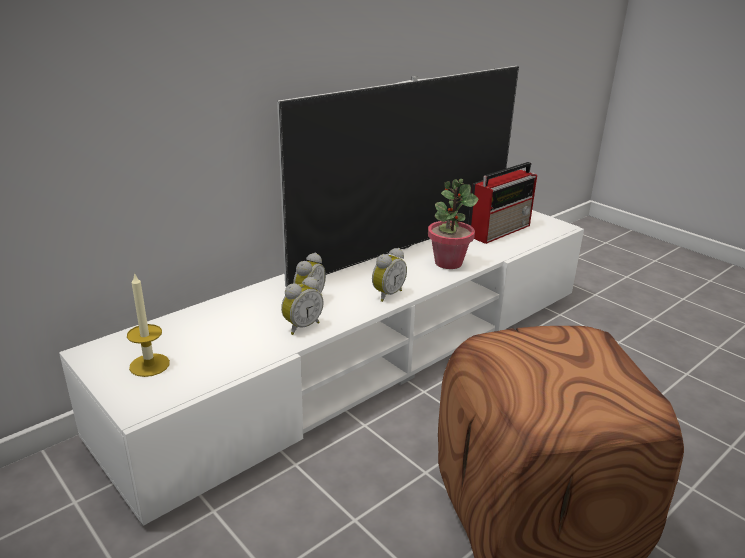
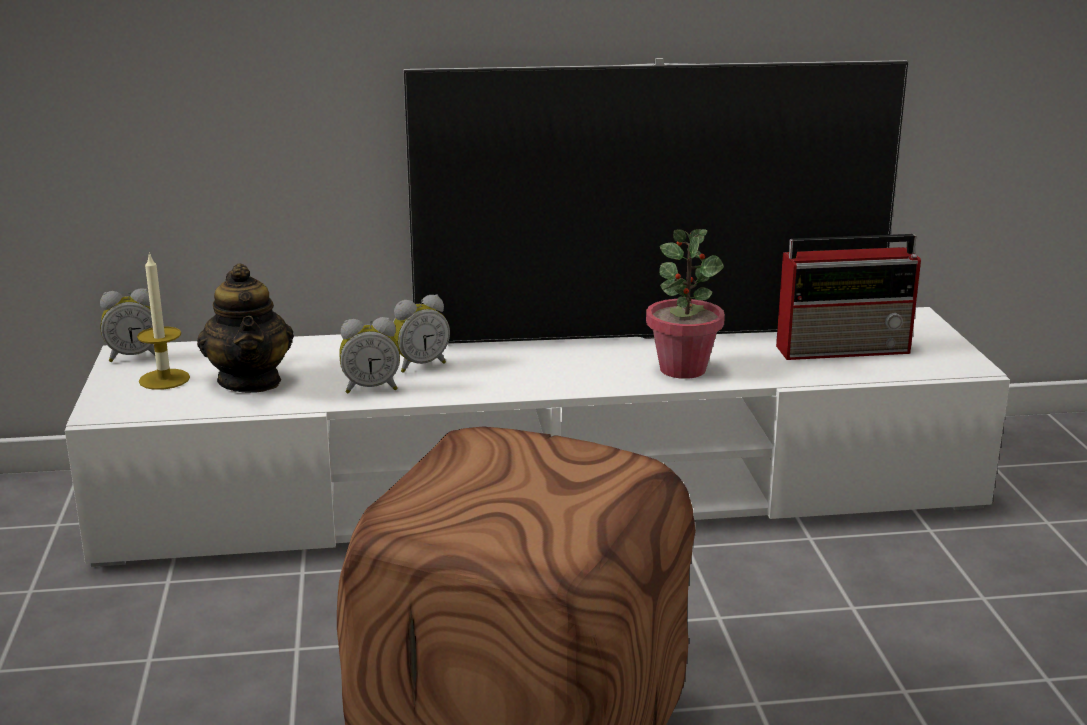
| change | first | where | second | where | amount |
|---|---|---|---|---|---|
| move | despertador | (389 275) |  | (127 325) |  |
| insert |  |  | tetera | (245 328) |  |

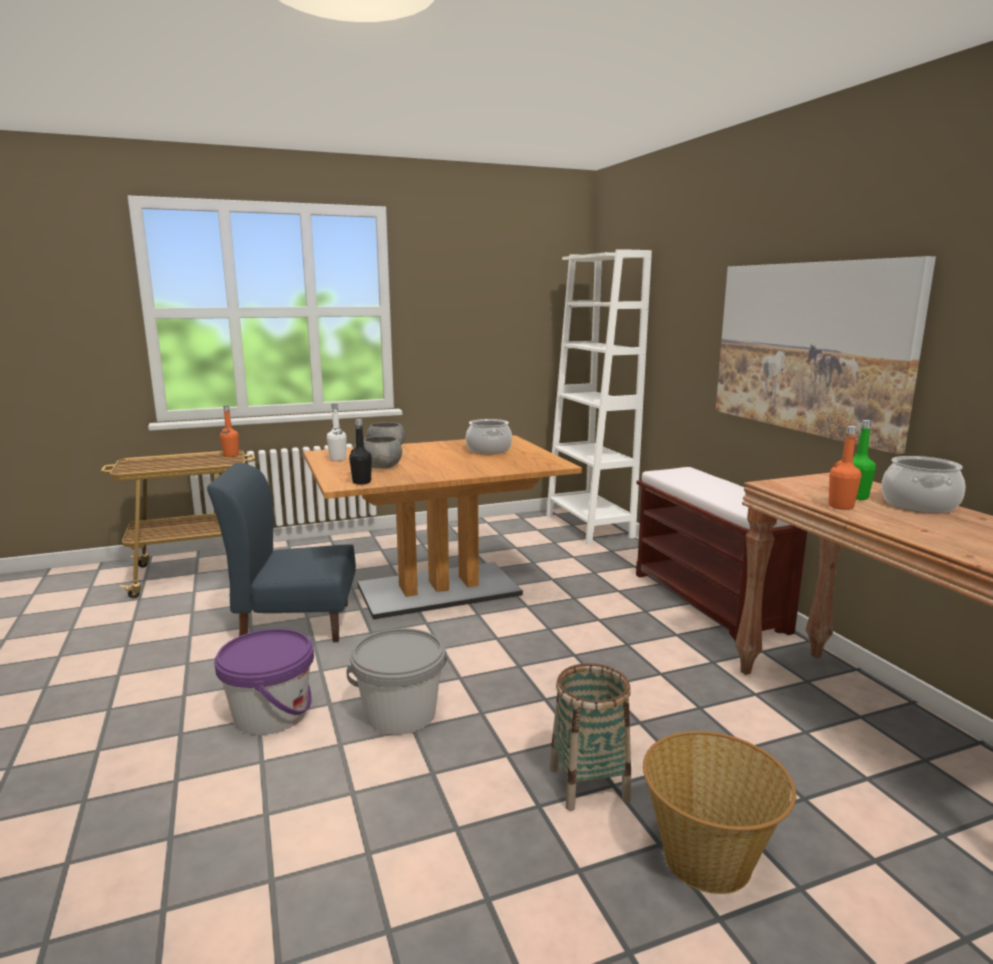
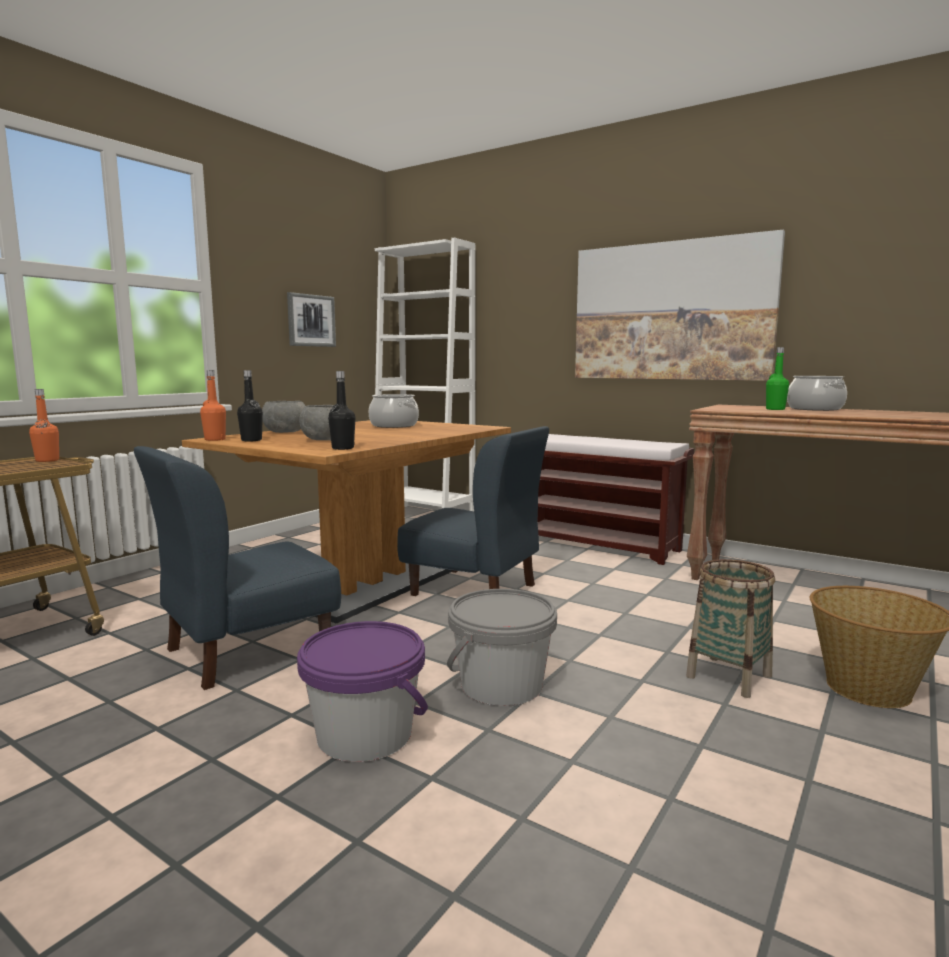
| change | first | where | second | where | amount |
|---|---|---|---|---|---|
| recolor | botella (blanco) | (337 432) | botella (negro) | (250 405) |  |
| move | botella (naranja) | (845 468) |  | (213 405) |  |
| insert |  |  | cuadro | (311 319) |  |
| insert |  |  | silla (azul) | (473 511) |  |

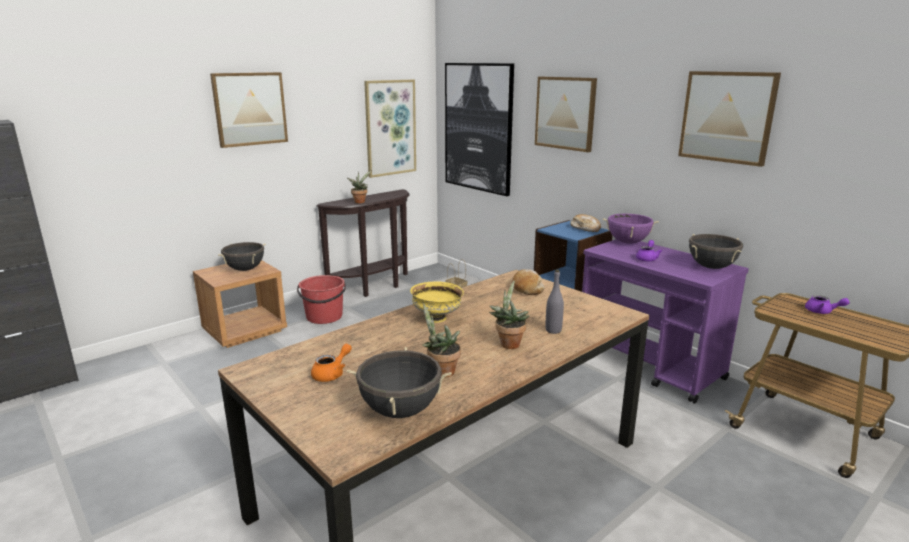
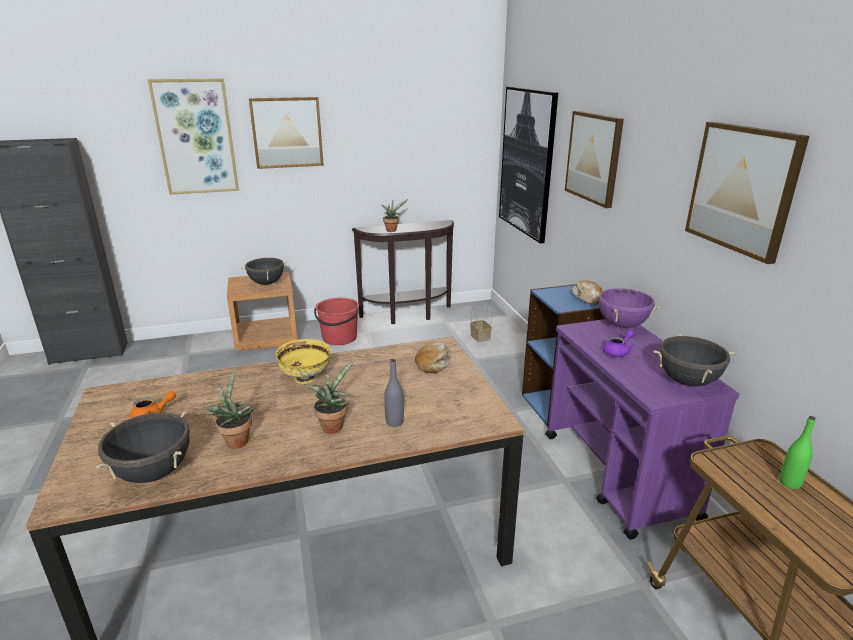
| change | first | where | second | where | amount |
|---|---|---|---|---|---|
| move | cuadro | (390 129) |  | (193 136) |  |
| replace | tetera (morado) | (827 304) | botella (verde) | (797 452) |  |

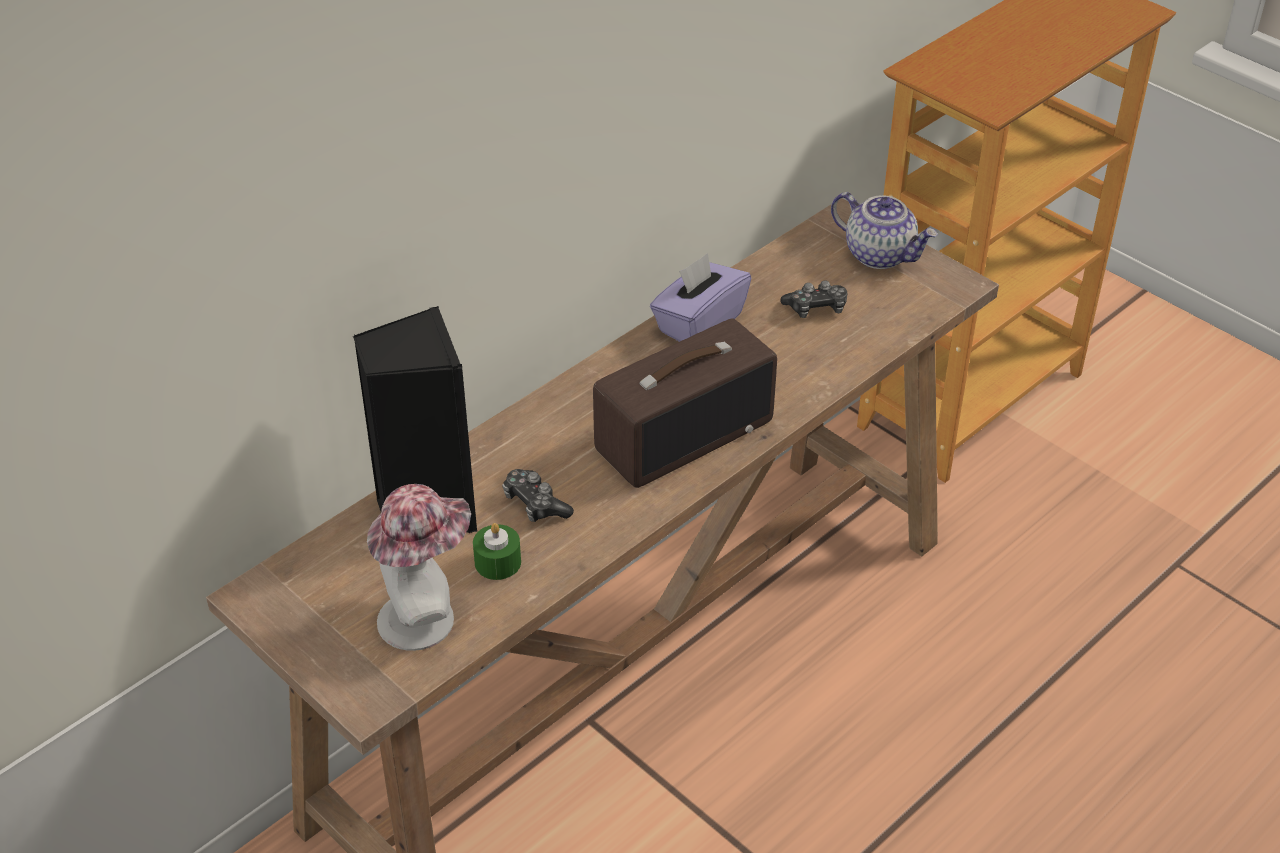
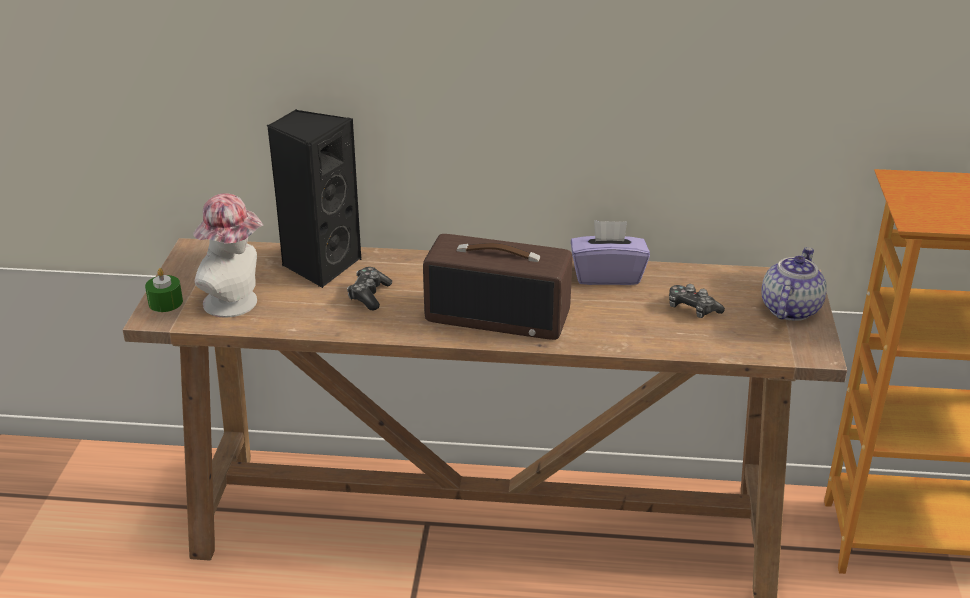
| change | first | where | second | where | amount |
|---|---|---|---|---|---|
| move | vela (verde) | (497 551) |  | (164 290) |  |
| rotate | tetera | (884 230) |  | (794 284) | 150 degrees counterclockwise |

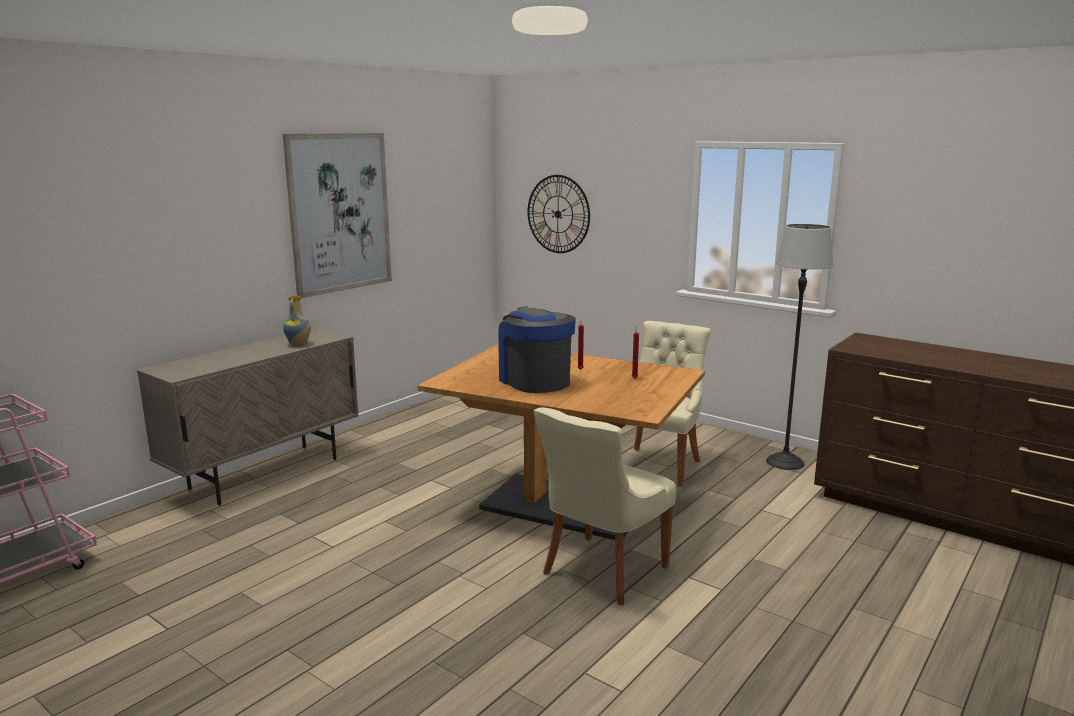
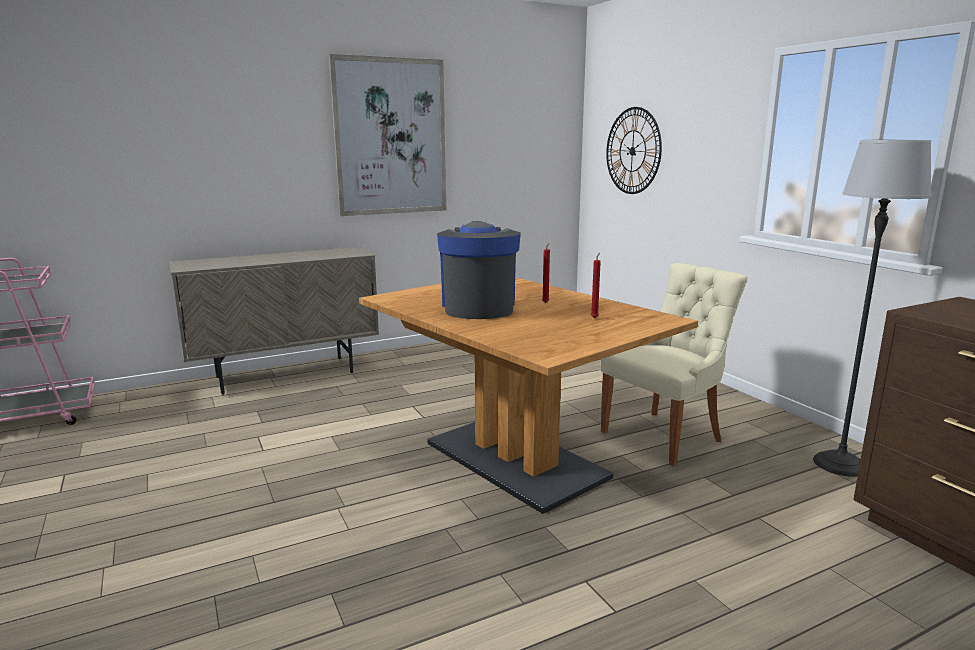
| change | first | where | second | where | amount |
|---|---|---|---|---|---|
| delete | florero | (297 320) |  |  |  |
| delete | silla (beis) | (604 506) |  |  |  |

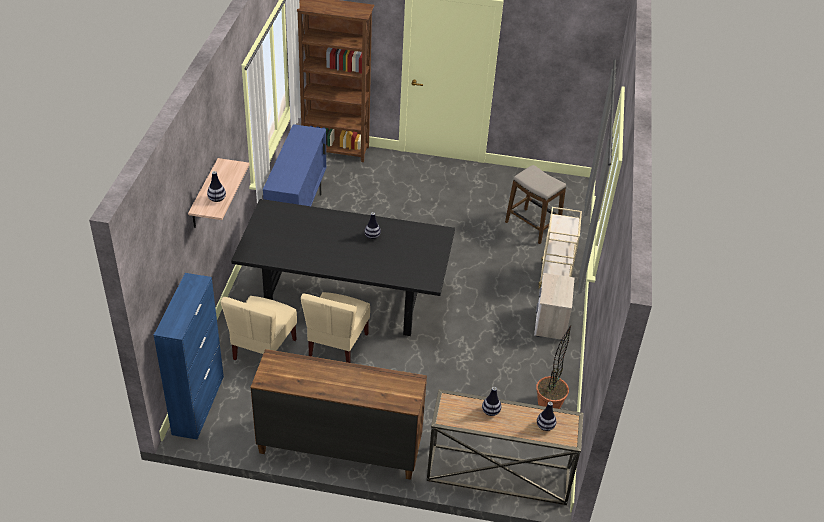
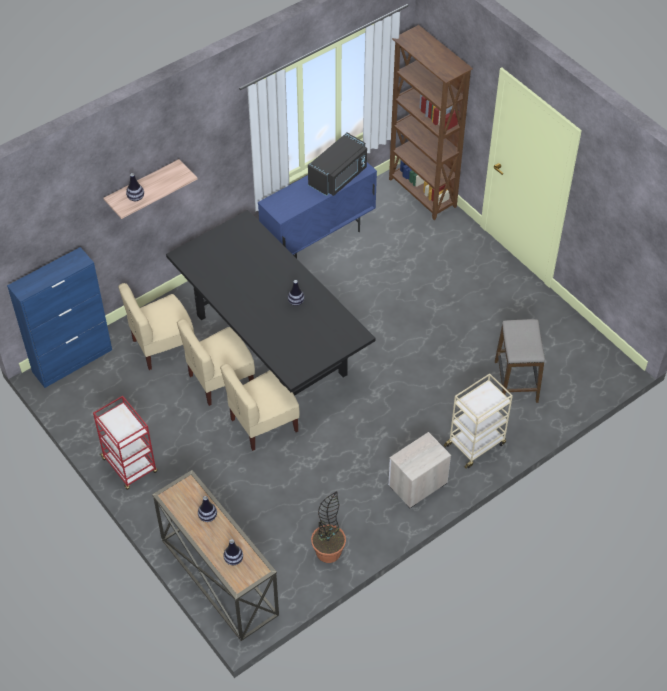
| change | first | where | second | where | amount |
|---|---|---|---|---|---|
| replace | cómoda (marrón) | (339 414) | carrito (rojo) | (125 443) |  |
| insert |  |  | silla (beis) | (260 407) |  |
| insert |  |  | microondas (negro) | (337 164) |  |

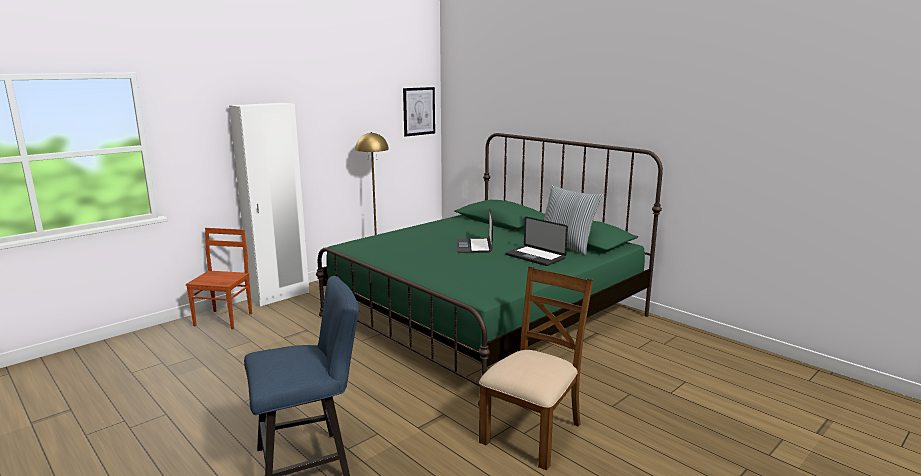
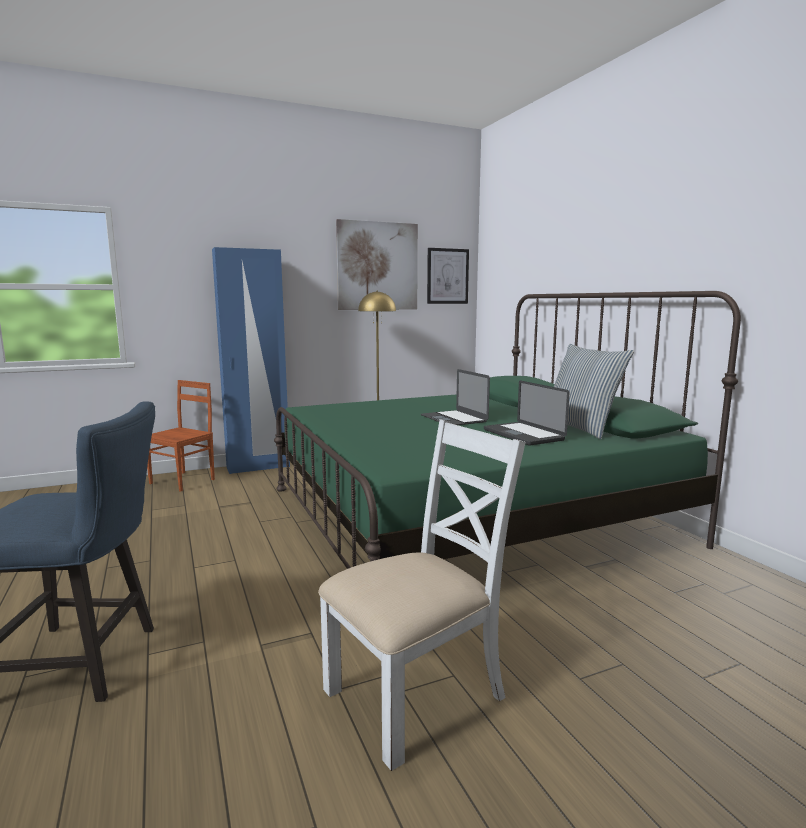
| change | first | where | second | where | amount |
|---|---|---|---|---|---|
| recolor | armario ropero (blanco) | (269 205) | armario ropero (azul) | (251 360) |  |
| rotate | portátil | (475 230) |  | (455 397) | 45 degrees counterclockwise |
| recolor | silla (marrón) | (536 368) | silla (blanco) | (422 595) |  |
| insert |  |  | cuadro | (377 264) |  |

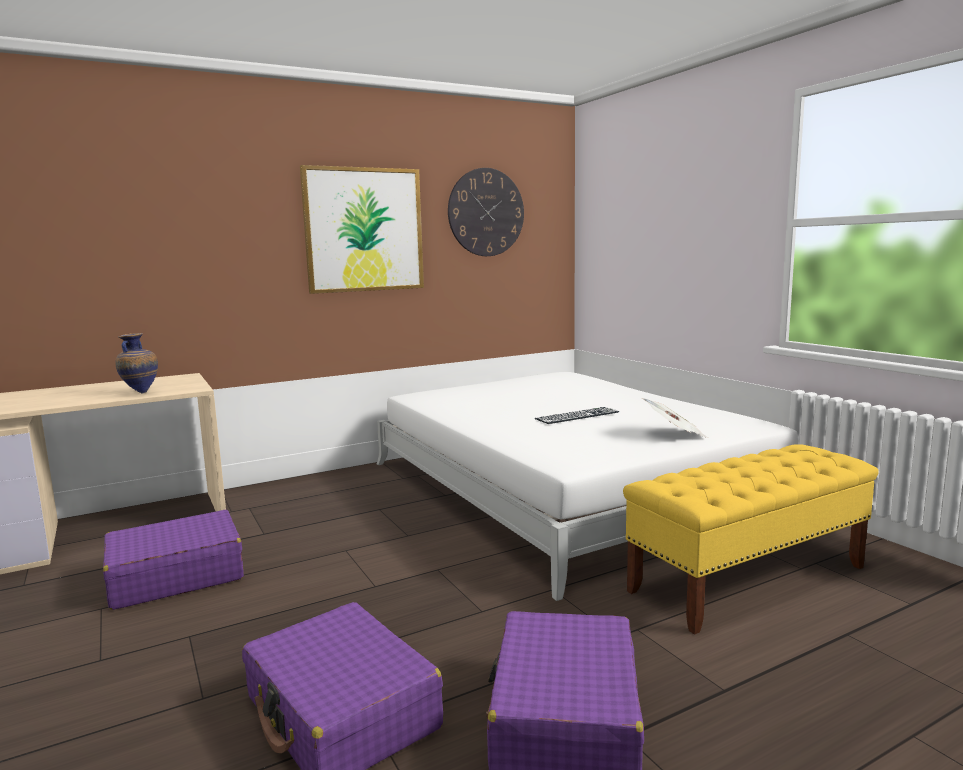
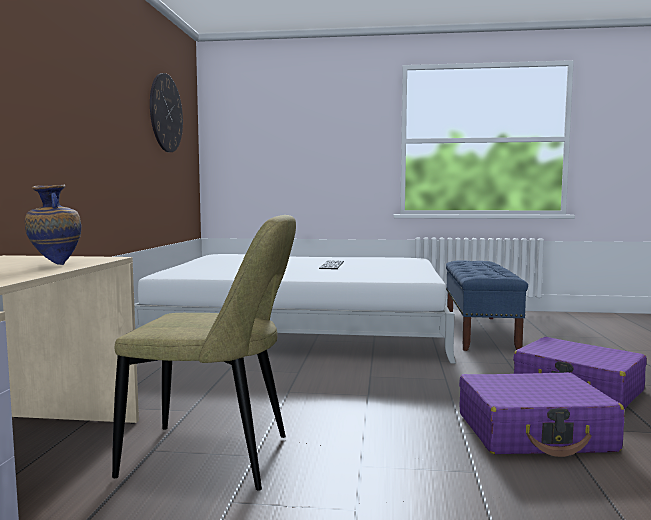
| change | first | where | second | where | amount |
|---|---|---|---|---|---|
| replace | maleta (morado) | (173 560) | silla (beis) | (204 353) |  |
| delete | cuadro | (362 229) |  |  |  |
| recolor | banco (amarillo) | (751 539) | banco (azul) | (487 305) |  |
| delete | periódico | (675 418) |  |  |  |

